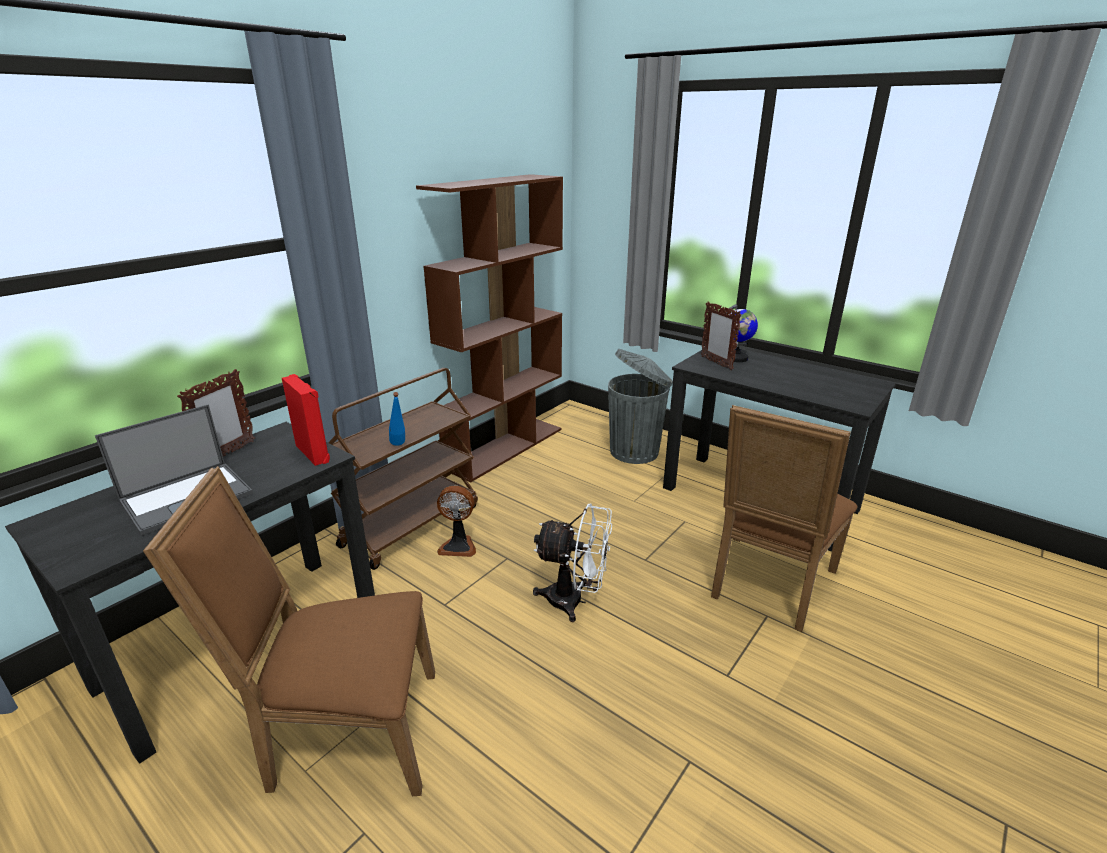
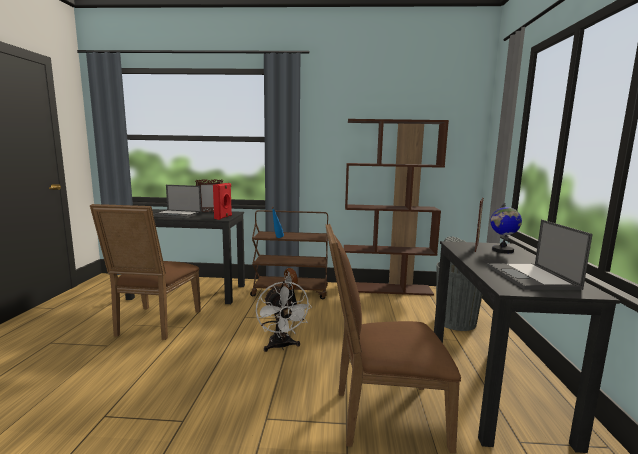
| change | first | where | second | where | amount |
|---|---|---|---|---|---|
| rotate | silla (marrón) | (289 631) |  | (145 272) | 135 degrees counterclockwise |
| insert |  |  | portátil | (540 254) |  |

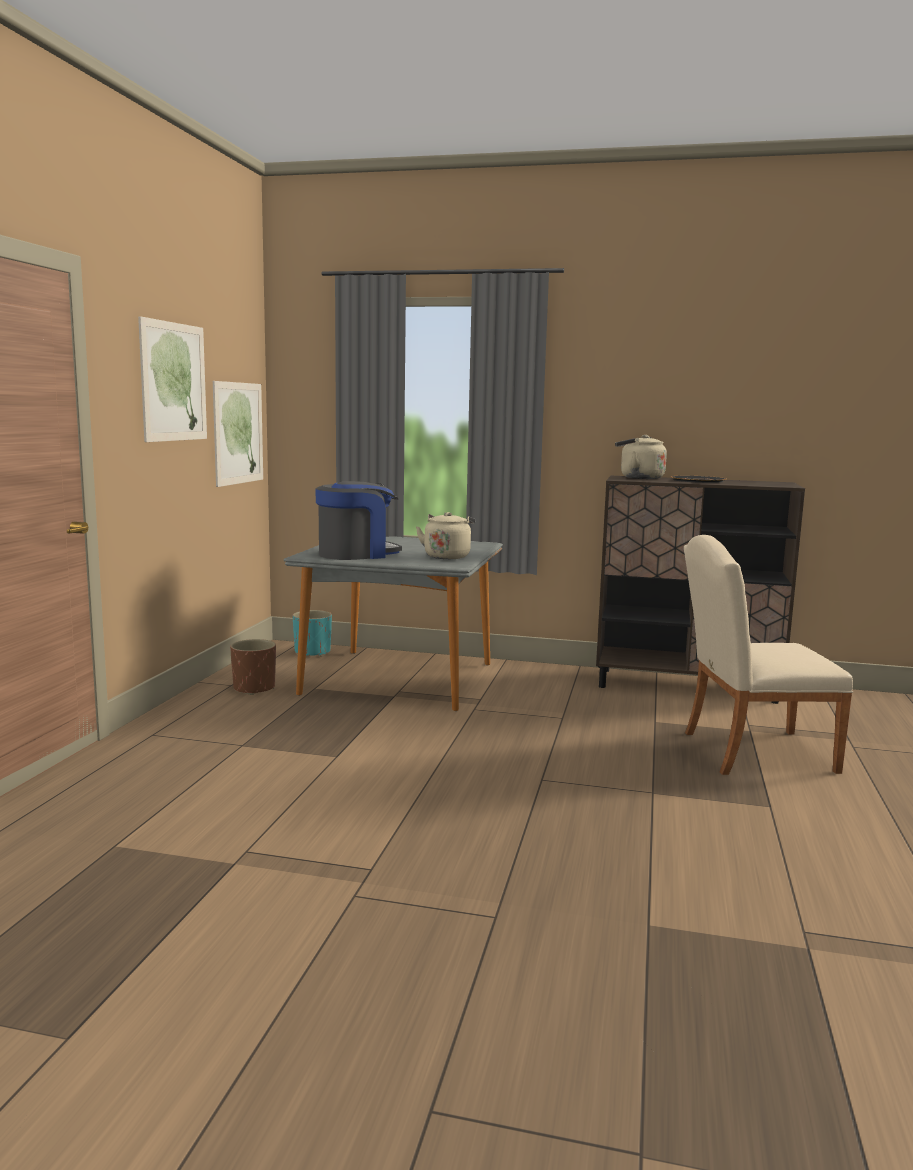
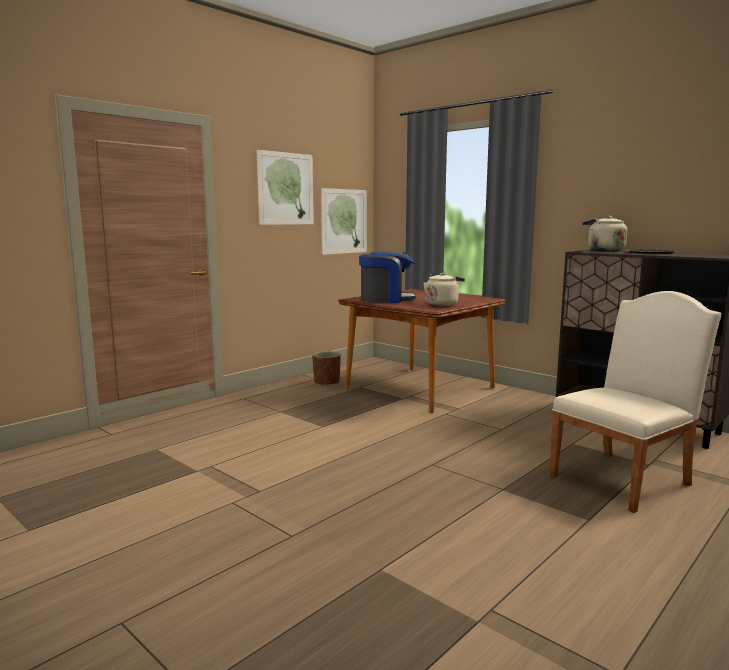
| change | first | where | second | where | amount |
|---|---|---|---|---|---|
| recolor | mesa de comedor (gris) | (393 623) | mesa de comedor (marrón) | (422 351) |  |
| delete | maceta (turquesa) | (312 633) |  |  |  |
| rotate | silla (beis) | (768 655) |  | (636 402) | 120 degrees clockwise |

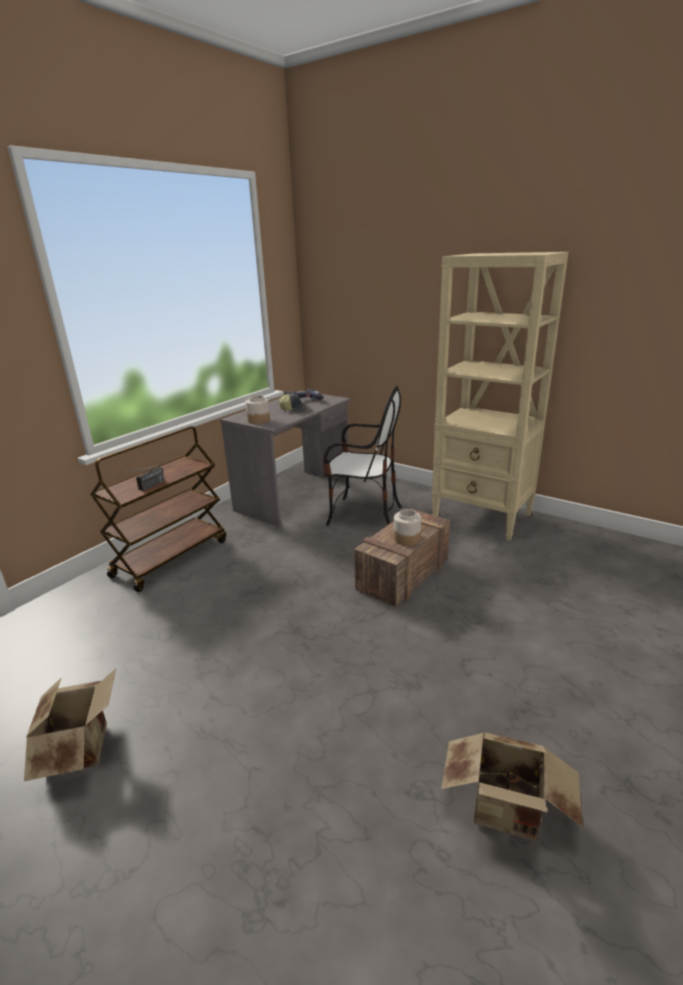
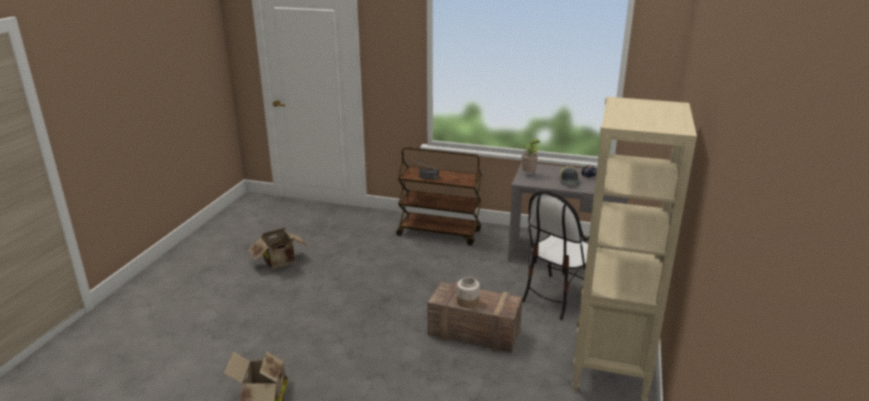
| change | first | where | second | where | amount |
|---|---|---|---|---|---|
| replace | tarro | (258 409) | planta en maceta | (531 155) |  |
| rotate | silla | (362 456) |  | (561 255) | 45 degrees clockwise |

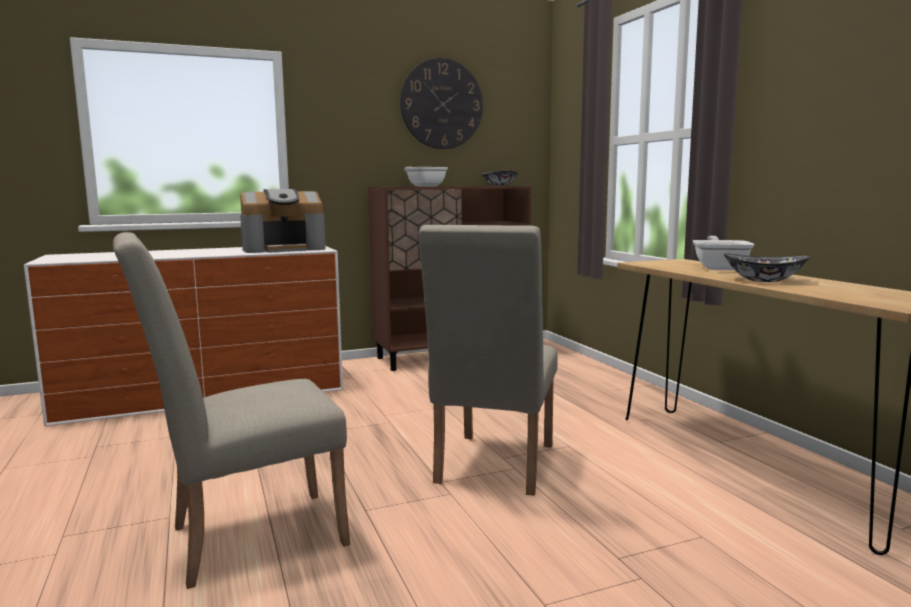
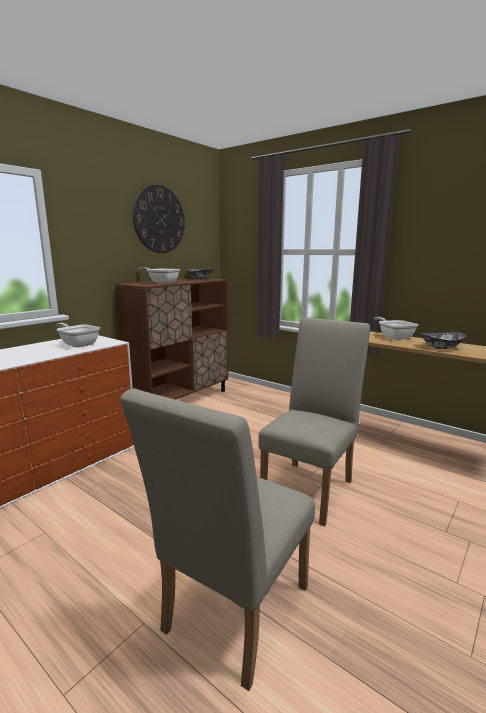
| change | first | where | second | where | amount |
|---|---|---|---|---|---|
| replace | cafetera | (283 221) | sartén | (78 335) |  |
| rotate | silla (beis) | (488 360) |  | (314 422) | 135 degrees counterclockwise |

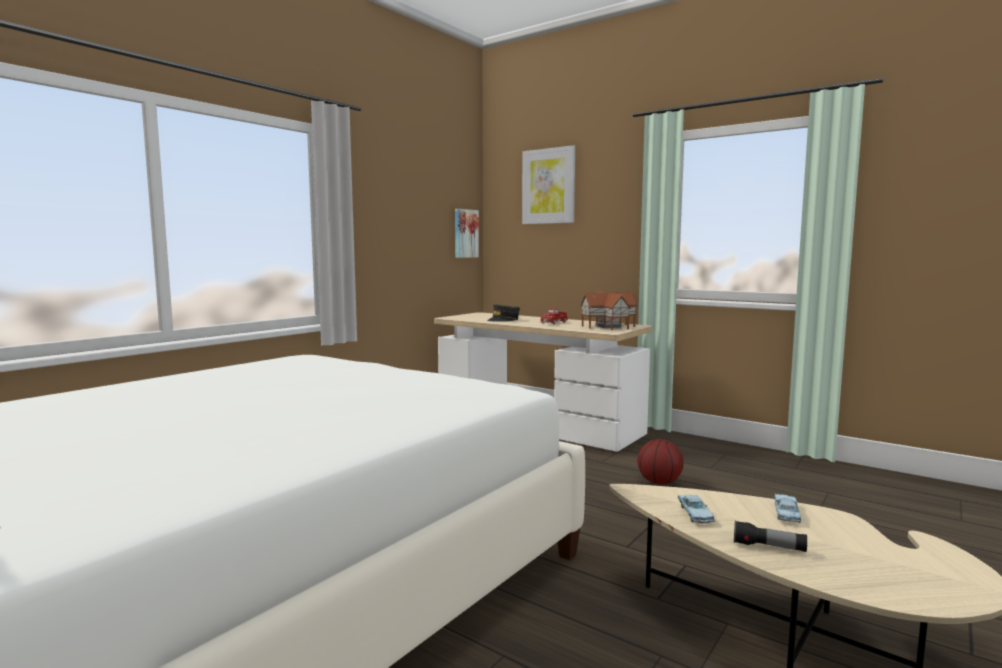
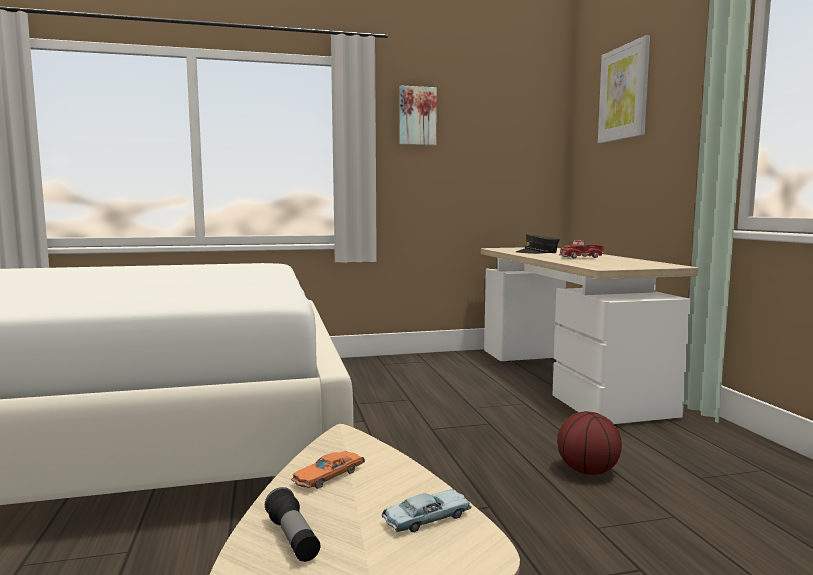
| change | first | where | second | where | amount |
|---|---|---|---|---|---|
| move | cuadro | (467 233) |  | (418 115) |  |
| delete | casita | (609 310) |  |  |  |
| recolor | coche de juguete (azul) | (696 509) | coche de juguete (naranja) | (328 470) |  |

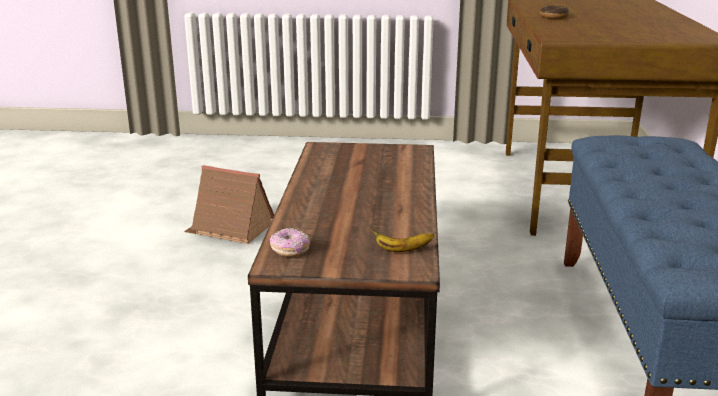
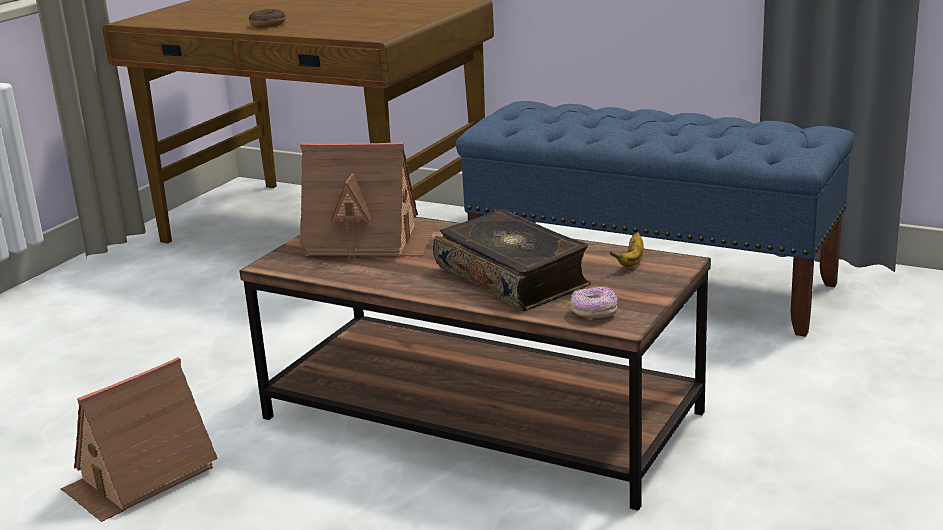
| change | first | where | second | where | amount |
|---|---|---|---|---|---|
| insert |  |  | casita | (368 201) |  |
| insert |  |  | libro | (512 260) |  |

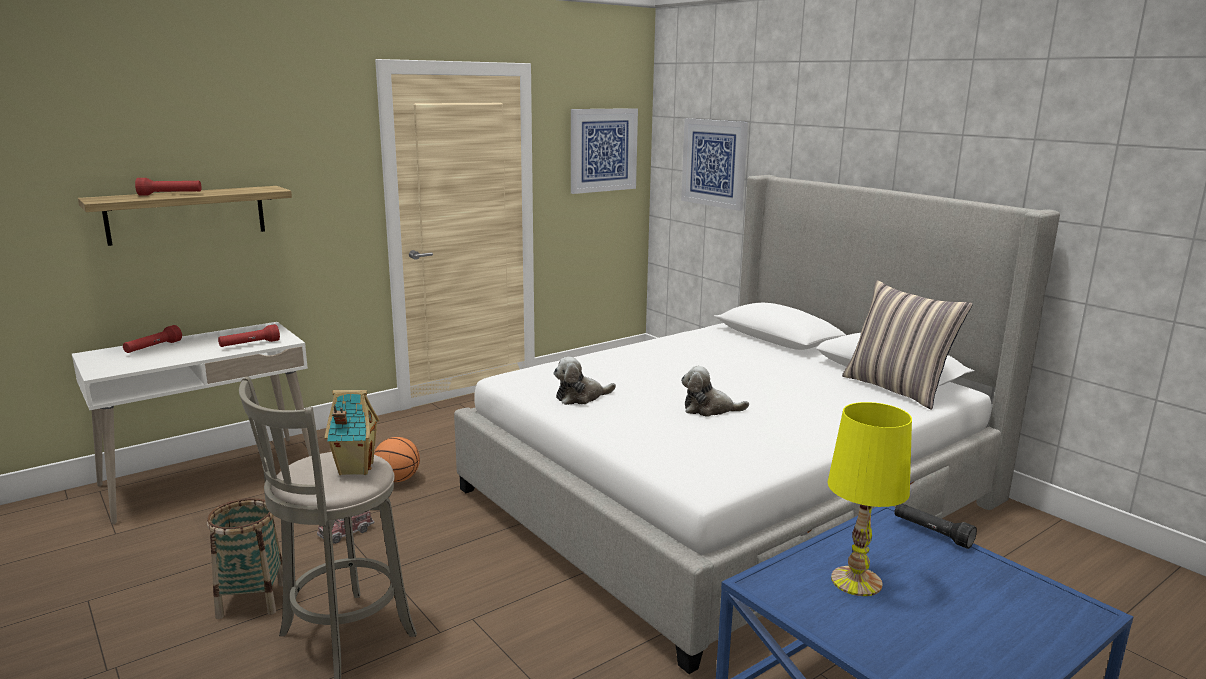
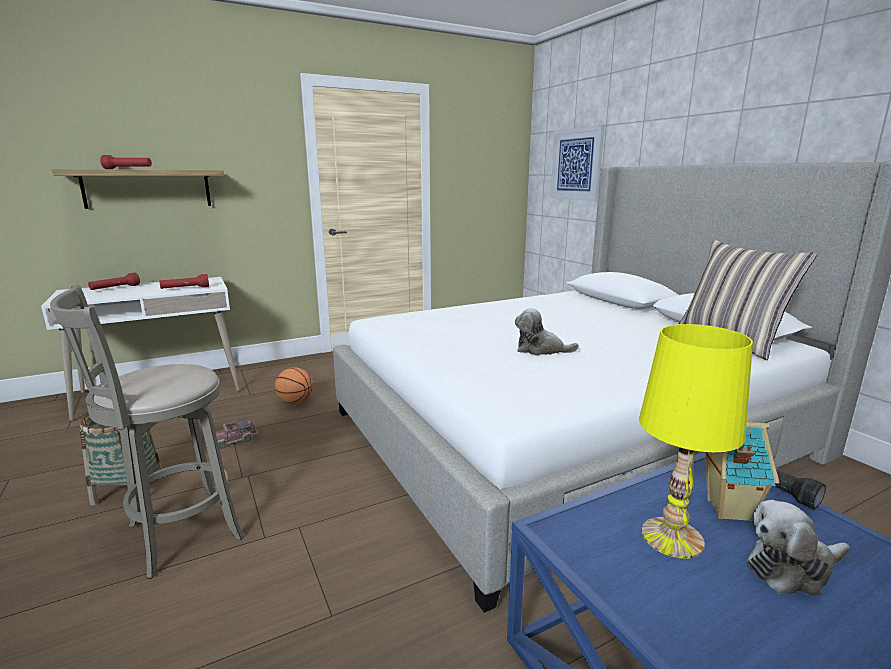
| change | first | where | second | where | amount |
|---|---|---|---|---|---|
| move | casita | (351 432) |  | (742 472) |  |
| move | peluche | (584 381) |  | (798 548) |  |
| delete | cuadro | (604 151) |  |  |  |

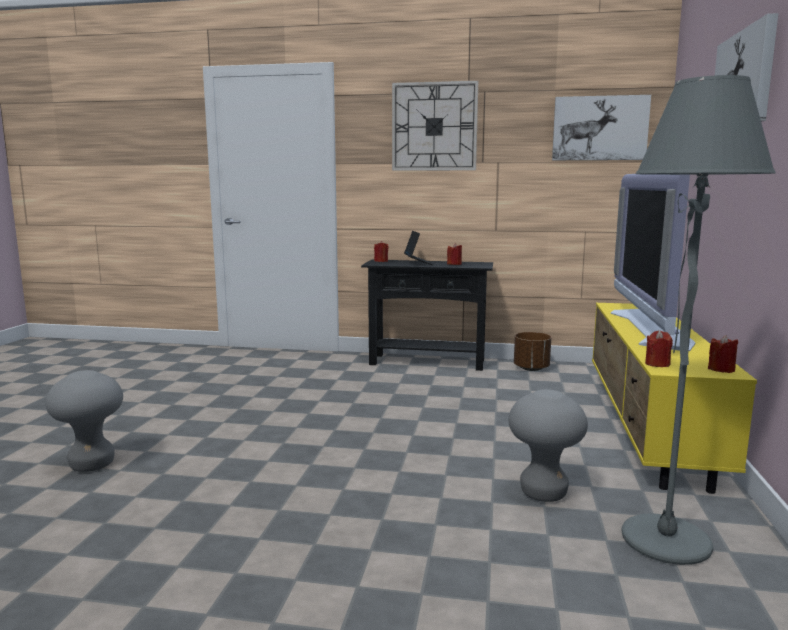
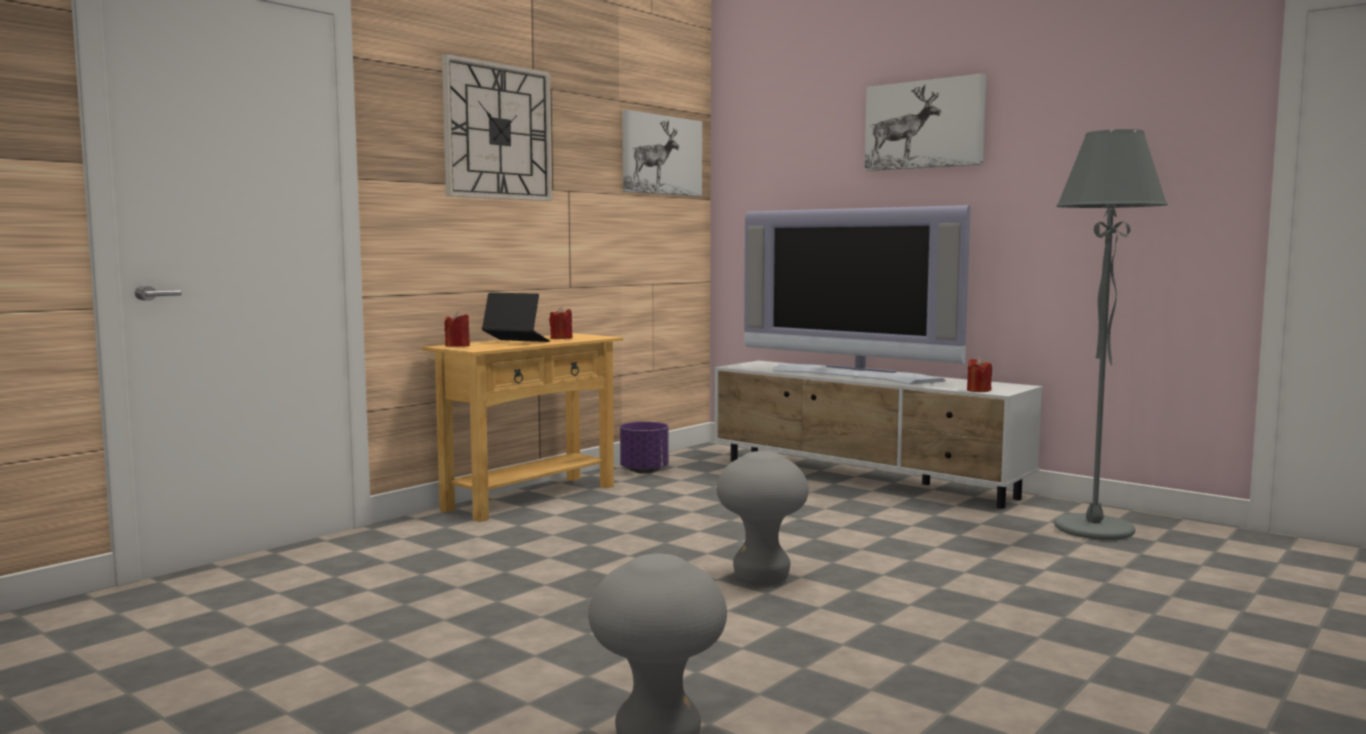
| change | first | where | second | where | amount |
|---|---|---|---|---|---|
| recolor | mesa consola (negro) | (427 315) | mesa consola (beis) | (522 427) |  |
| move | taburete (gris) | (548 445) |  | (763 518) |  |
| recolor | maceta (marrón) | (532 351) | maceta (morado) | (644 448) |  |
| recolor | mueble de televisión (amarillo) | (674 398) | mueble de televisión (blanco) | (878 435) |  |
| delete | vela (rojo) | (723 354) |  |  |  |

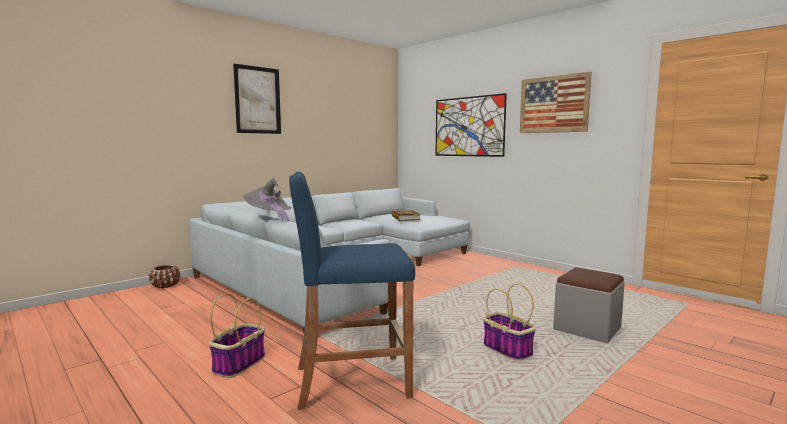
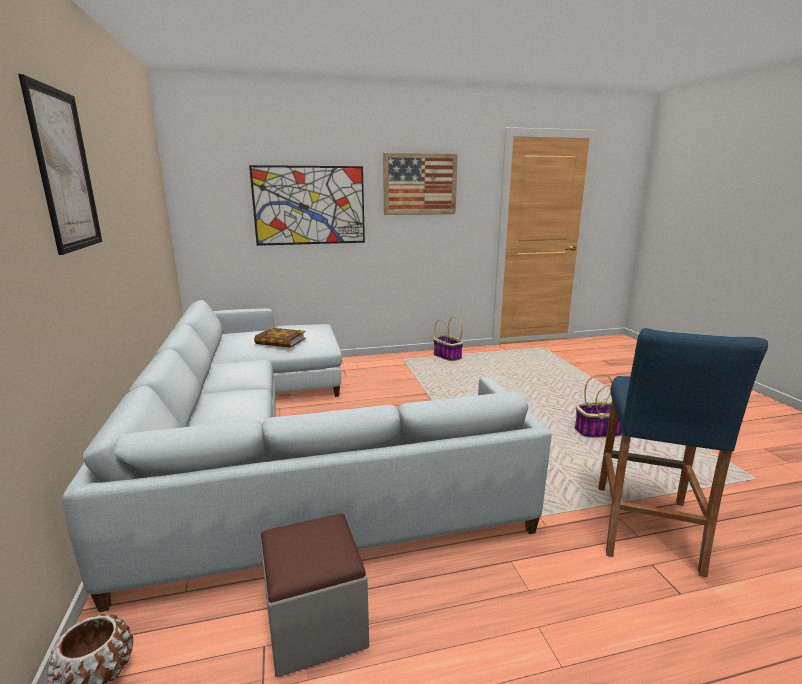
| change | first | where | second | where | amount |
|---|---|---|---|---|---|
| move | cesta | (237 336) |  | (448 338) |  |
| delete | sombrero (gris) | (267 200) |  |  |  |
| move | puf (gris) | (589 305) |  | (314 595) |  |

